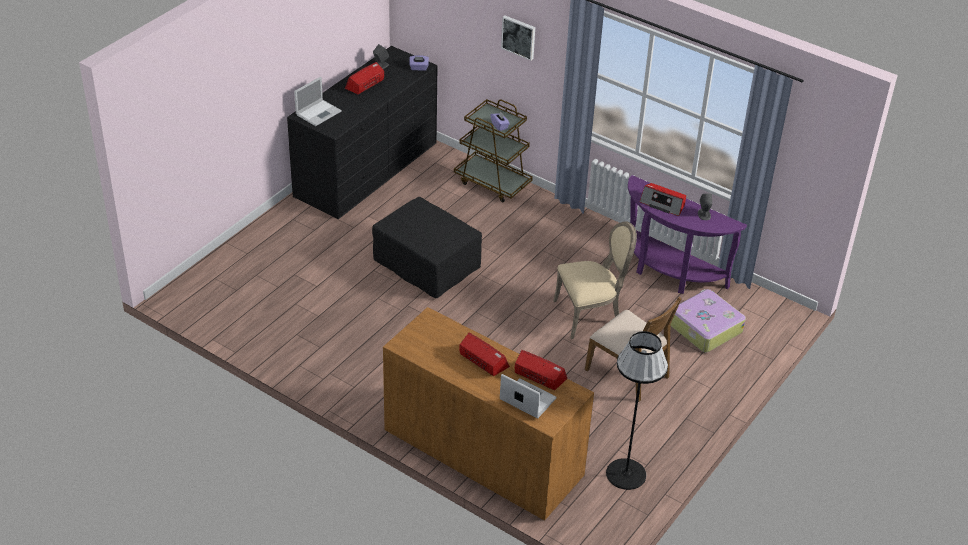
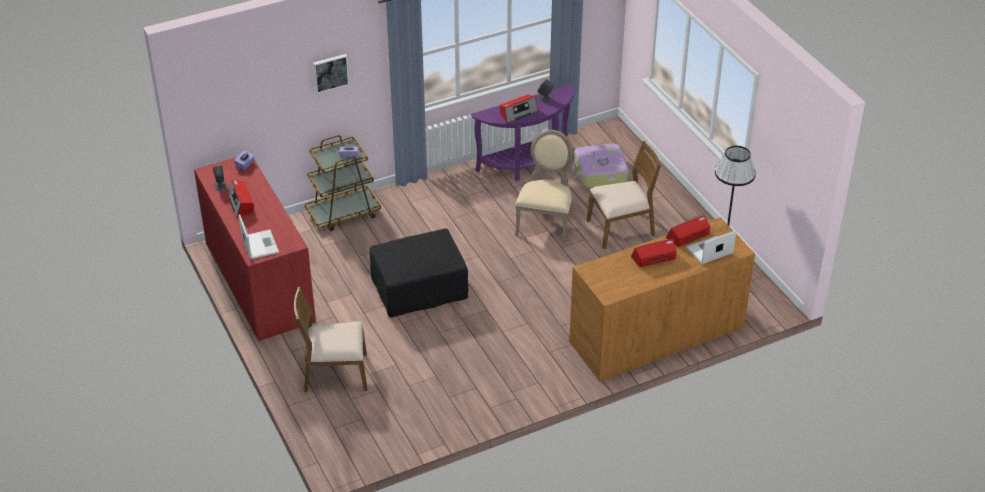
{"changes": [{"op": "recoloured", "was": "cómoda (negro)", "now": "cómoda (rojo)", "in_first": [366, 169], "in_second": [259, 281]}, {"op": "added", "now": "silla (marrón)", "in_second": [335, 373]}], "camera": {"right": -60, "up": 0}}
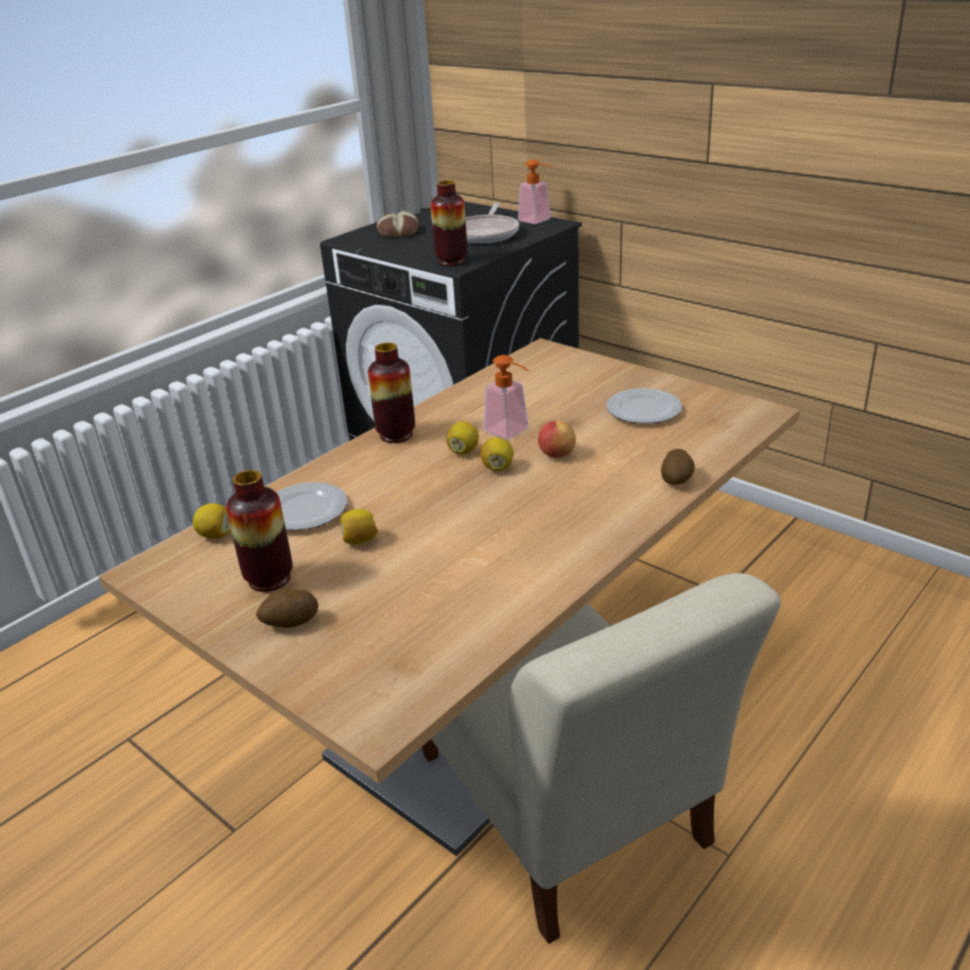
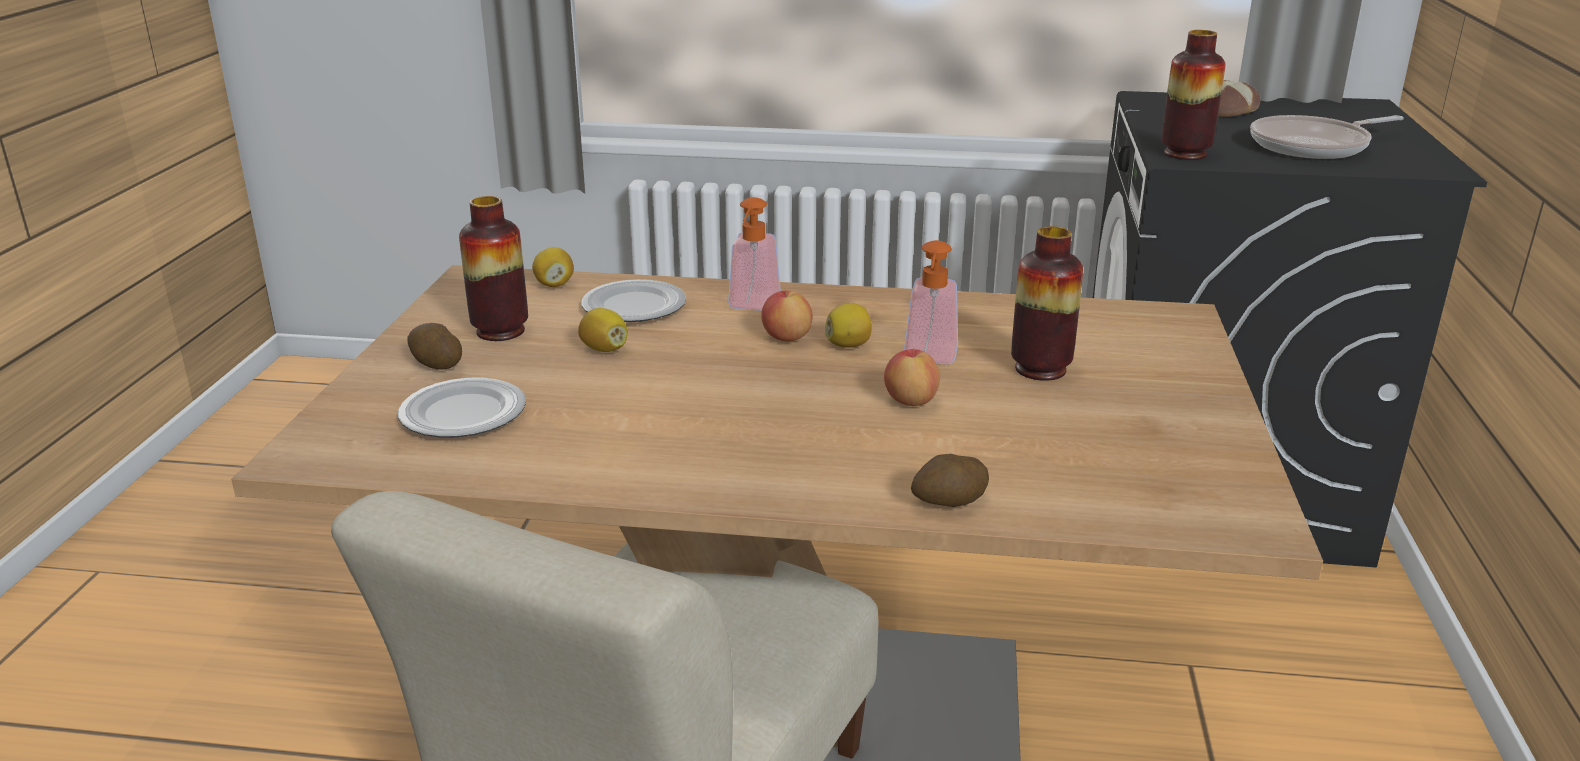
{"changes": [{"op": "moved", "was": "dispensador de jabón", "in_first": [538, 221], "in_second": [752, 307]}, {"op": "moved", "was": "florero", "in_first": [396, 435], "in_second": [1040, 369]}, {"op": "moved", "was": "plato", "in_first": [644, 410], "in_second": [465, 414]}, {"op": "removed", "was": "limón", "in_first": [497, 467]}, {"op": "added", "now": "manzana", "in_second": [786, 338]}], "camera": {"right": 55, "up": -5}}
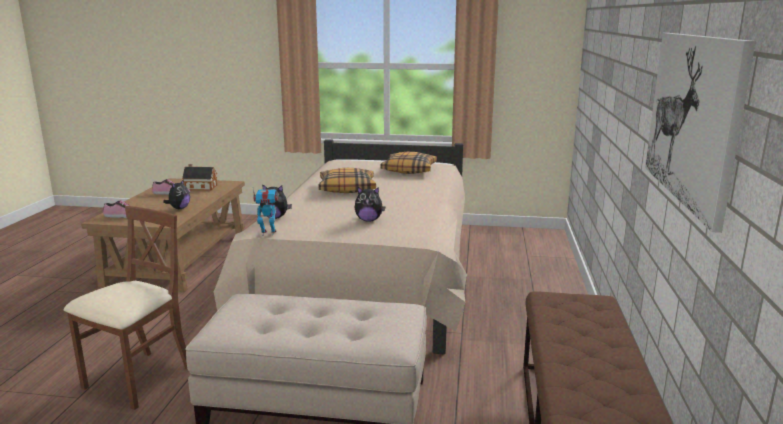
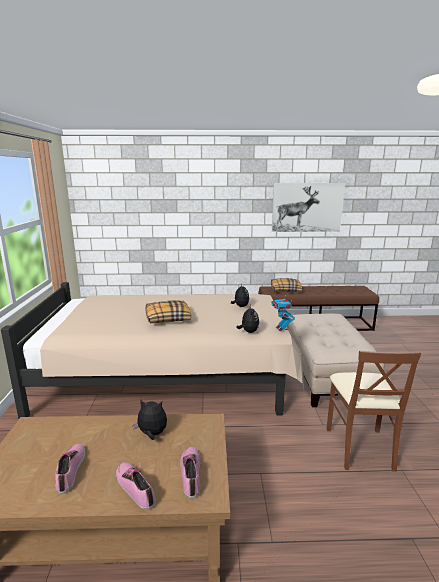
{"changes": [{"op": "moved", "was": "cojín", "in_first": [409, 170], "in_second": [285, 289]}, {"op": "removed", "was": "casita", "in_first": [200, 187]}, {"op": "turned", "was": "silla (marrón)", "in_first": [138, 379], "in_second": [360, 447], "clockwise": -105}, {"op": "added", "now": "zapato", "in_second": [135, 487]}], "camera": {"right": -100, "up": 0}}
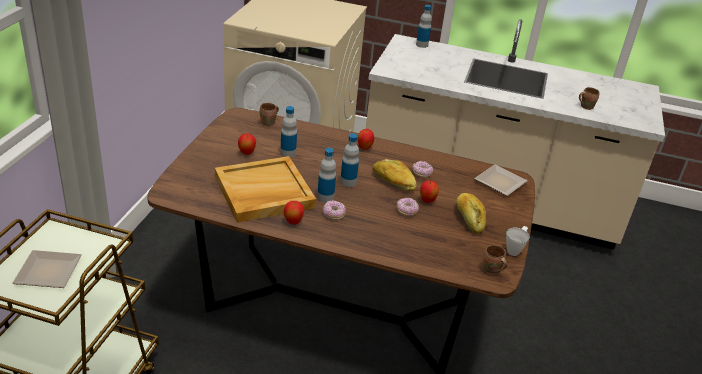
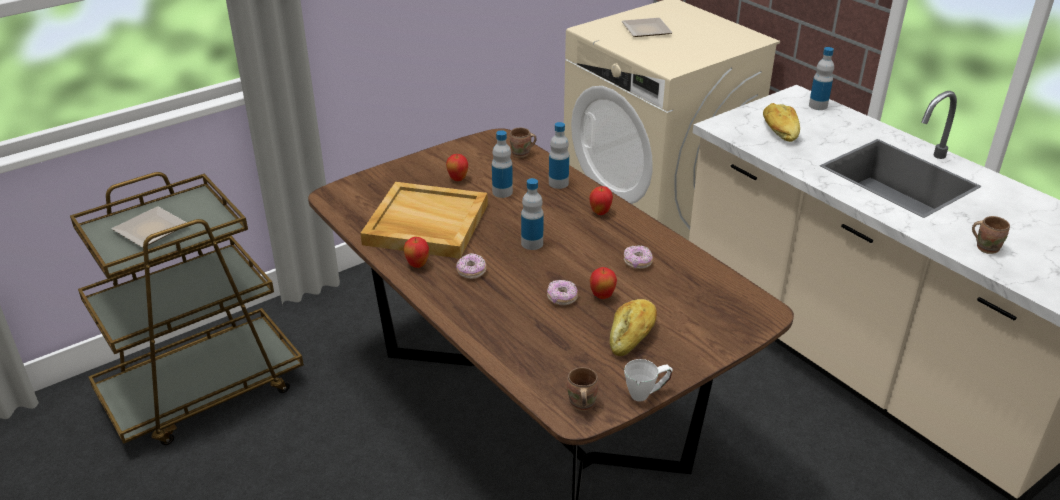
{"changes": [{"op": "moved", "was": "botella", "in_first": [325, 197], "in_second": [558, 183]}, {"op": "moved", "was": "pan", "in_first": [393, 182], "in_second": [779, 131]}, {"op": "moved", "was": "plato", "in_first": [502, 182], "in_second": [648, 31]}], "camera": {"right": 40, "up": 0}}
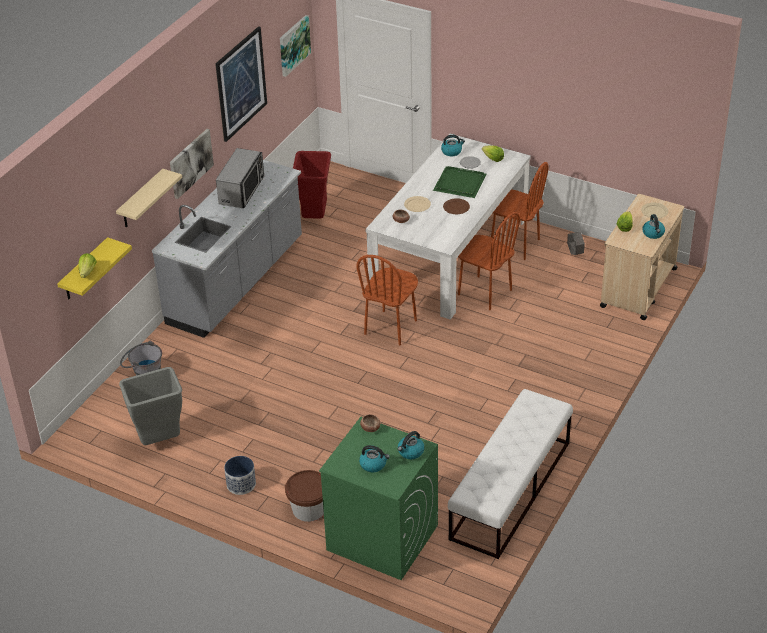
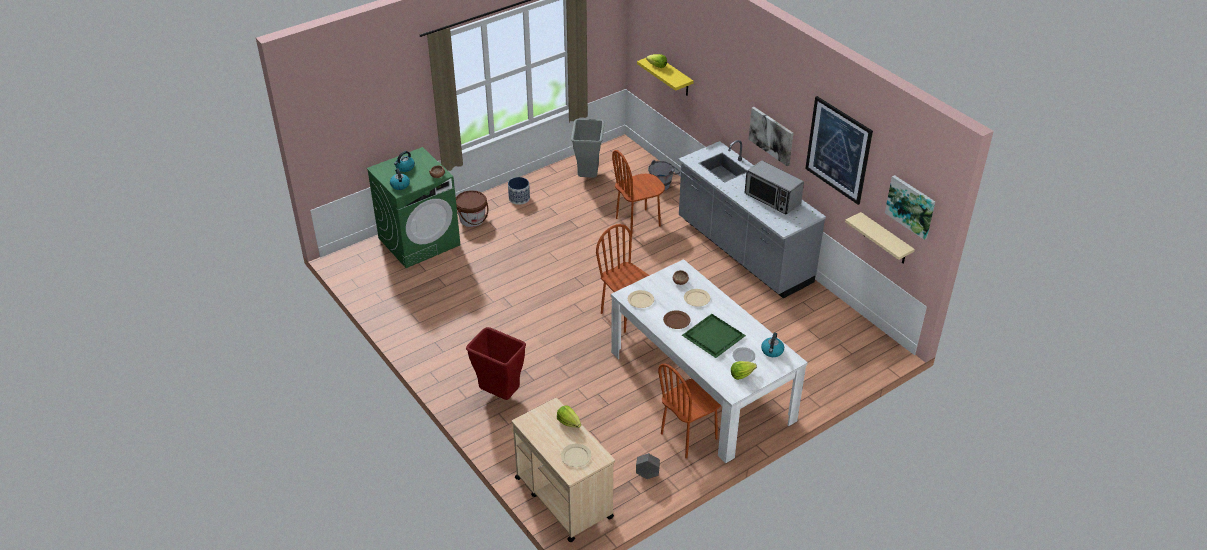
{"changes": [{"op": "moved", "was": "papelera (rojo)", "in_first": [314, 217], "in_second": [500, 395]}, {"op": "moved", "was": "estante (beis)", "in_first": [141, 200], "in_second": [885, 239]}, {"op": "moved", "was": "silla (marrón)", "in_first": [484, 292], "in_second": [638, 222]}, {"op": "removed", "was": "hervidor", "in_first": [653, 233]}, {"op": "removed", "was": "banco (blanco)", "in_first": [510, 490]}, {"op": "added", "now": "plato (beis)", "in_second": [641, 300]}], "camera": {"right": 115, "up": 0}}
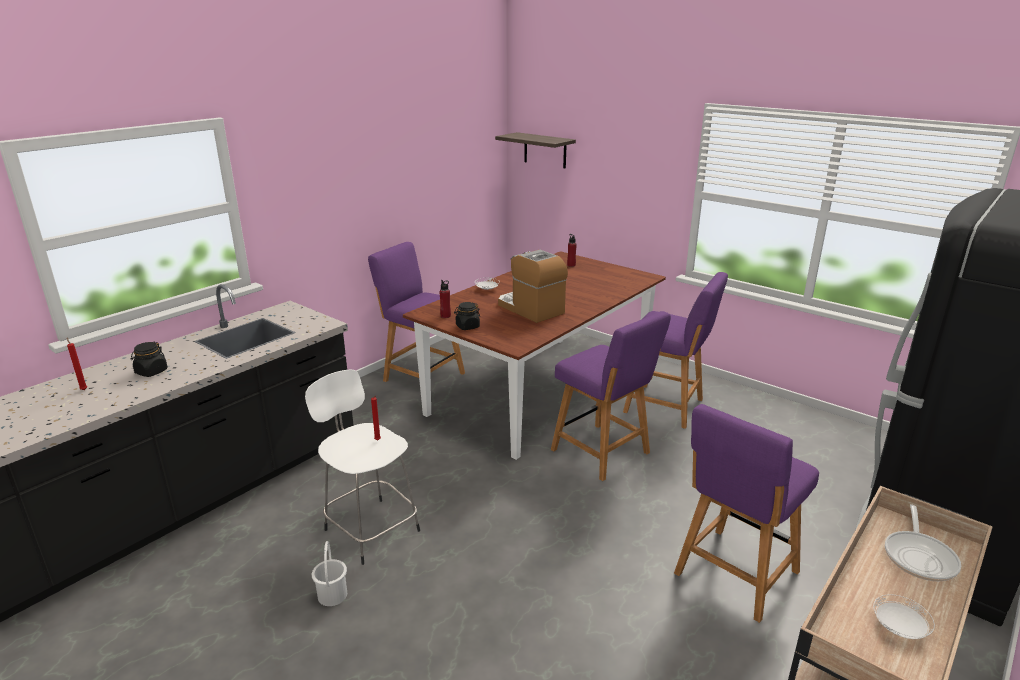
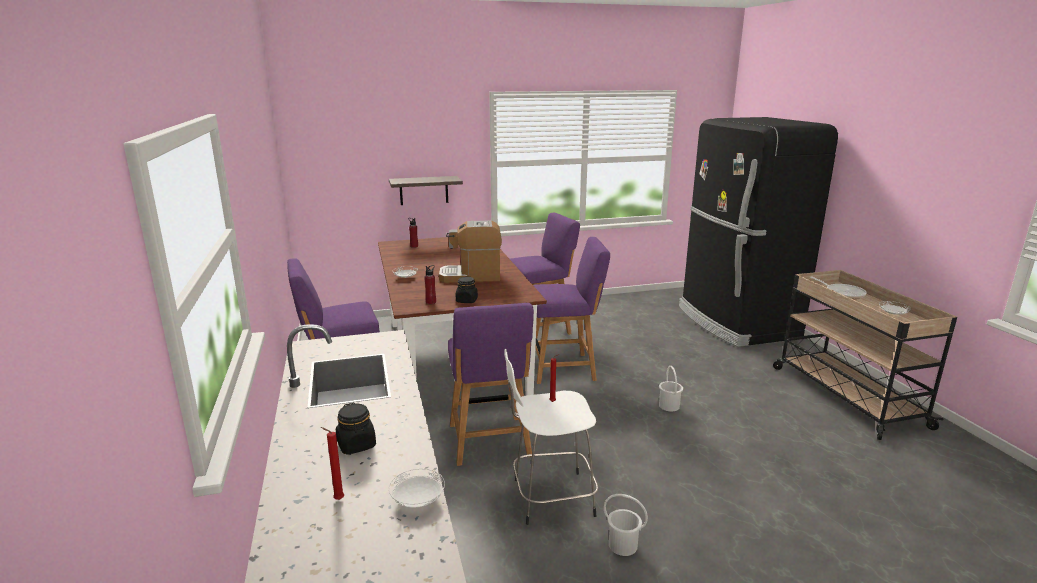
{"changes": [{"op": "moved", "was": "estante", "in_first": [545, 150], "in_second": [424, 190]}, {"op": "moved", "was": "silla (morado)", "in_first": [733, 576], "in_second": [490, 443]}, {"op": "added", "now": "cubo (blanco)", "in_second": [668, 406]}, {"op": "added", "now": "plato (blanco)", "in_second": [417, 500]}], "camera": {"right": -55, "up": -5}}
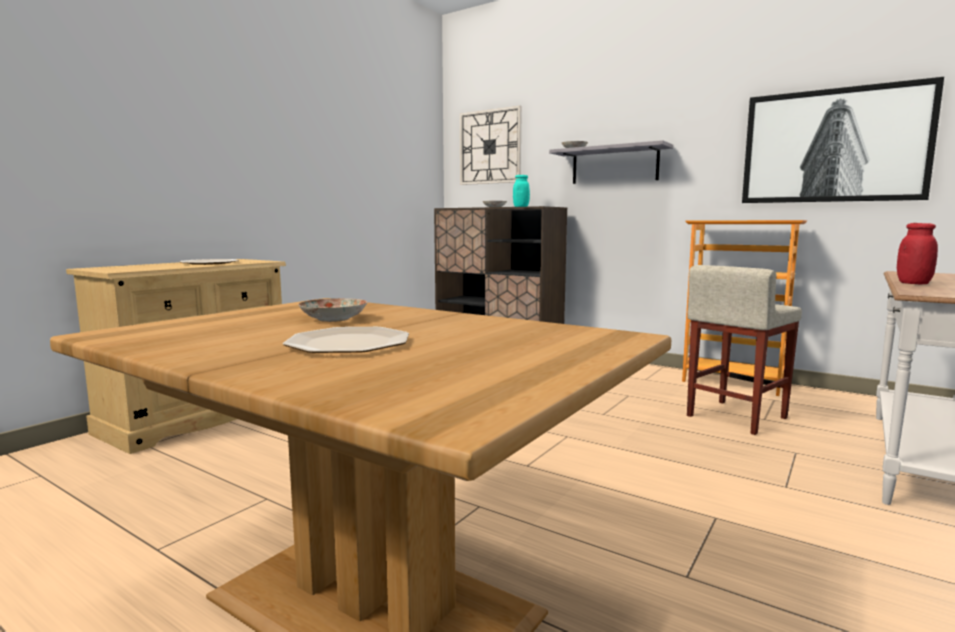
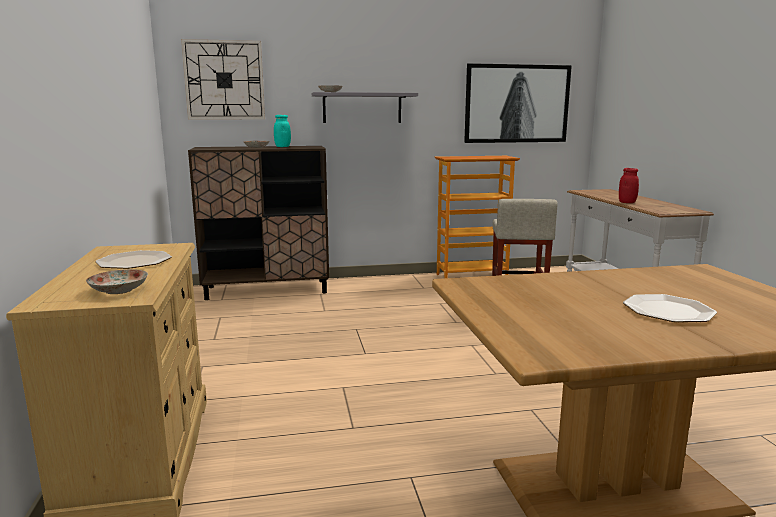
{"changes": [{"op": "moved", "was": "plato", "in_first": [334, 319], "in_second": [118, 290]}], "camera": {"right": -45, "up": 5}}
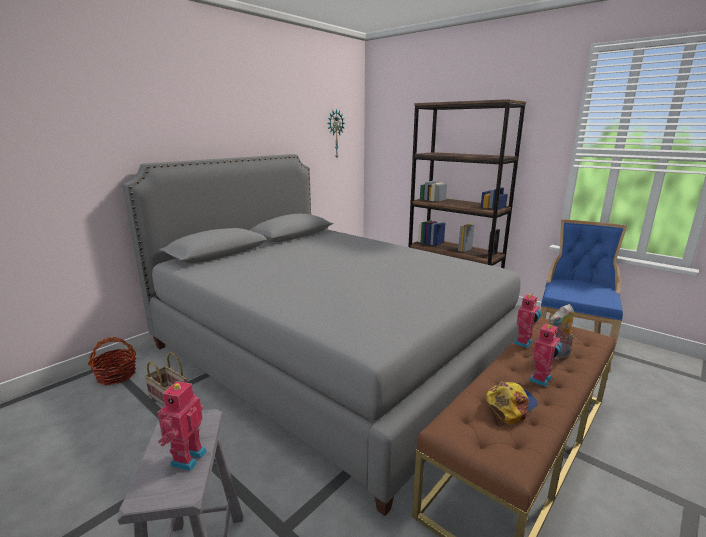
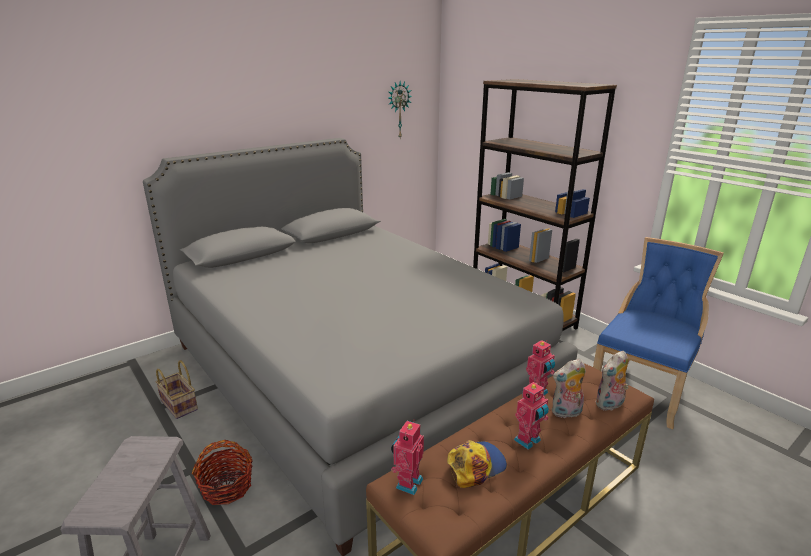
{"changes": [{"op": "moved", "was": "cesta", "in_first": [116, 375], "in_second": [227, 487]}, {"op": "moved", "was": "robot de juguete", "in_first": [186, 457], "in_second": [407, 483]}, {"op": "added", "now": "peluche", "in_second": [610, 405]}], "camera": {"right": 10, "up": 5}}
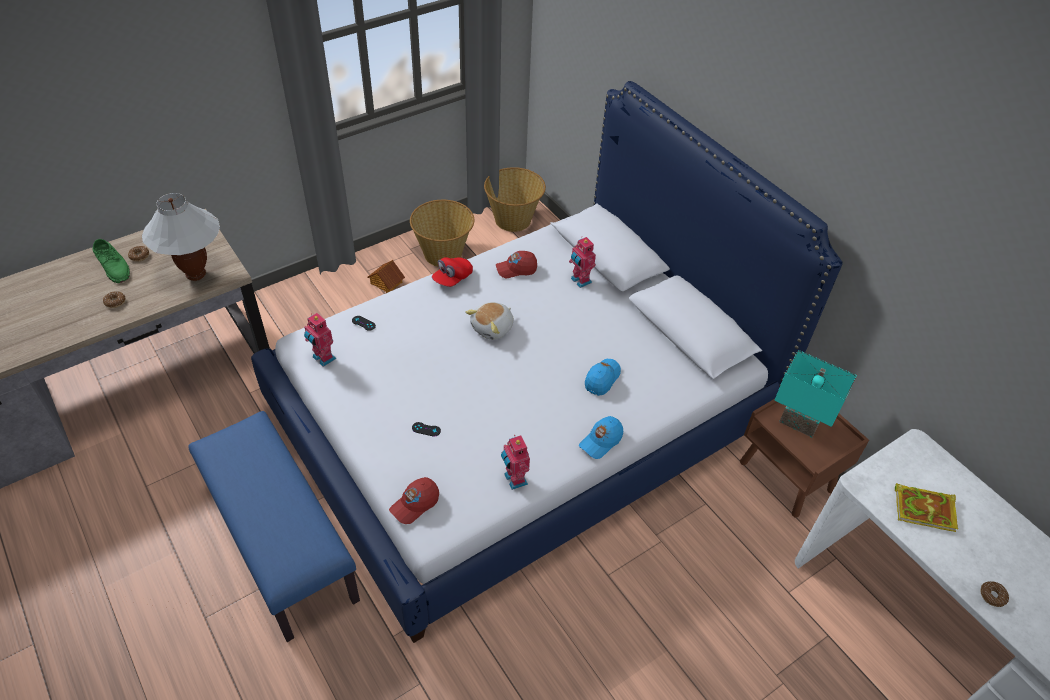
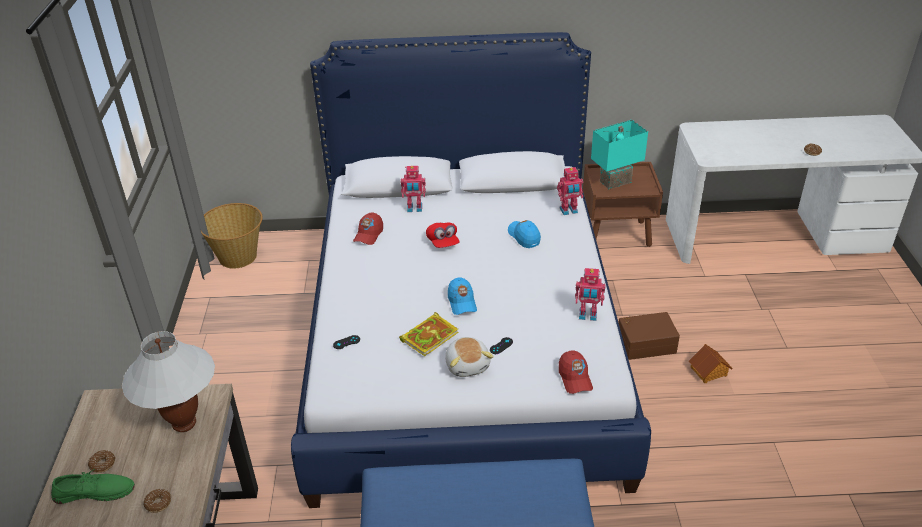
{"changes": [{"op": "removed", "was": "cesta", "in_first": [443, 254]}, {"op": "moved", "was": "gorra (rojo)", "in_first": [452, 278], "in_second": [442, 242]}, {"op": "moved", "was": "casita", "in_first": [386, 283], "in_second": [709, 371]}, {"op": "moved", "was": "peluche", "in_first": [493, 328], "in_second": [468, 365]}, {"op": "moved", "was": "robot de juguete", "in_first": [323, 358], "in_second": [569, 211]}, {"op": "moved", "was": "gorra (azul)", "in_first": [601, 441], "in_second": [462, 302]}, {"op": "moved", "was": "libro", "in_first": [926, 509], "in_second": [430, 336]}, {"op": "added", "now": "caja de almacenaje (marrón)", "in_second": [645, 343]}], "camera": {"right": -55, "up": -10}}
